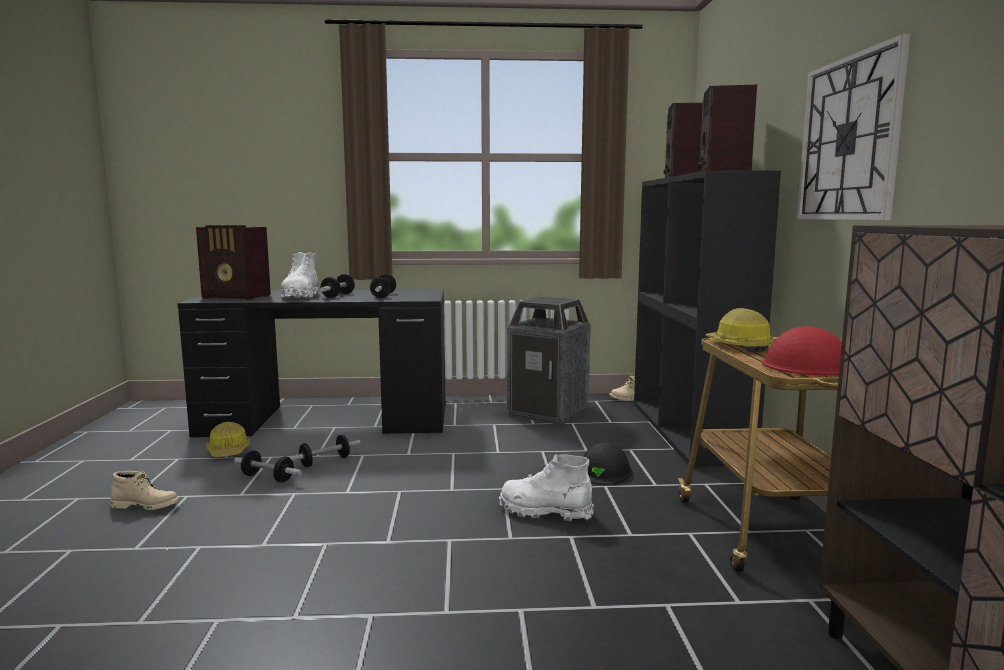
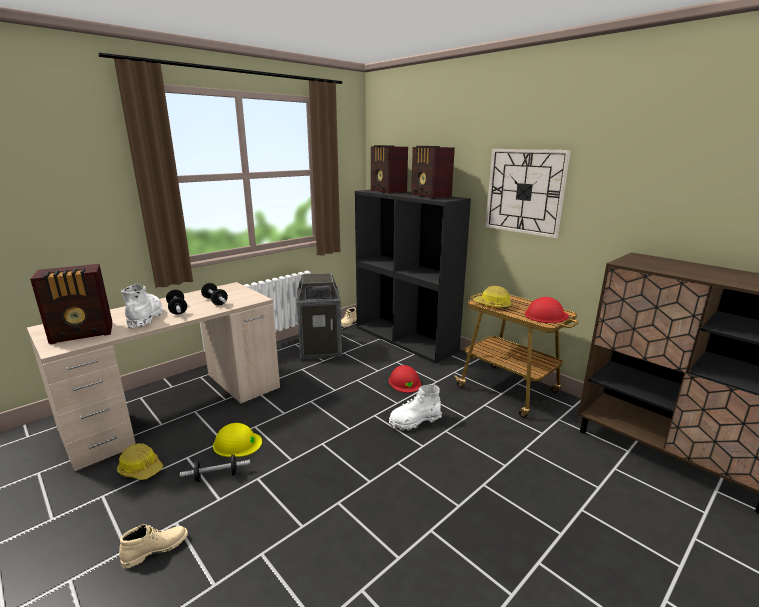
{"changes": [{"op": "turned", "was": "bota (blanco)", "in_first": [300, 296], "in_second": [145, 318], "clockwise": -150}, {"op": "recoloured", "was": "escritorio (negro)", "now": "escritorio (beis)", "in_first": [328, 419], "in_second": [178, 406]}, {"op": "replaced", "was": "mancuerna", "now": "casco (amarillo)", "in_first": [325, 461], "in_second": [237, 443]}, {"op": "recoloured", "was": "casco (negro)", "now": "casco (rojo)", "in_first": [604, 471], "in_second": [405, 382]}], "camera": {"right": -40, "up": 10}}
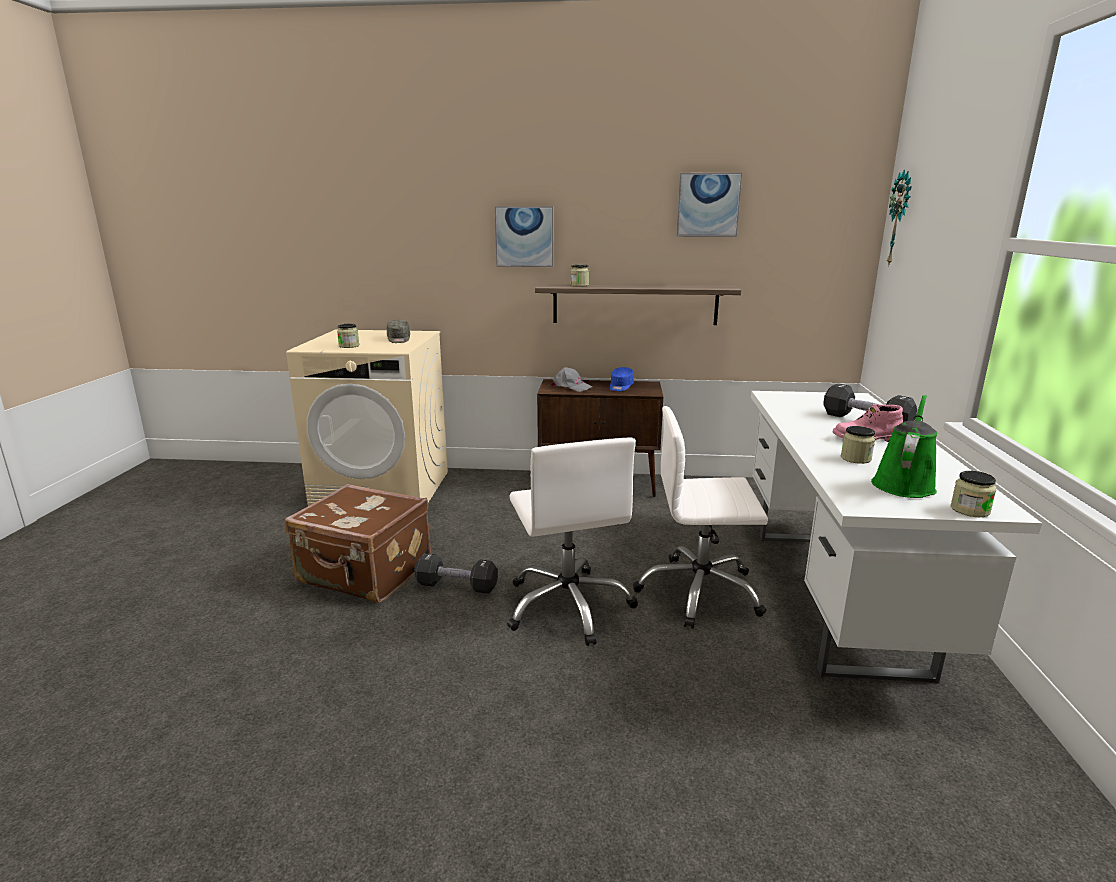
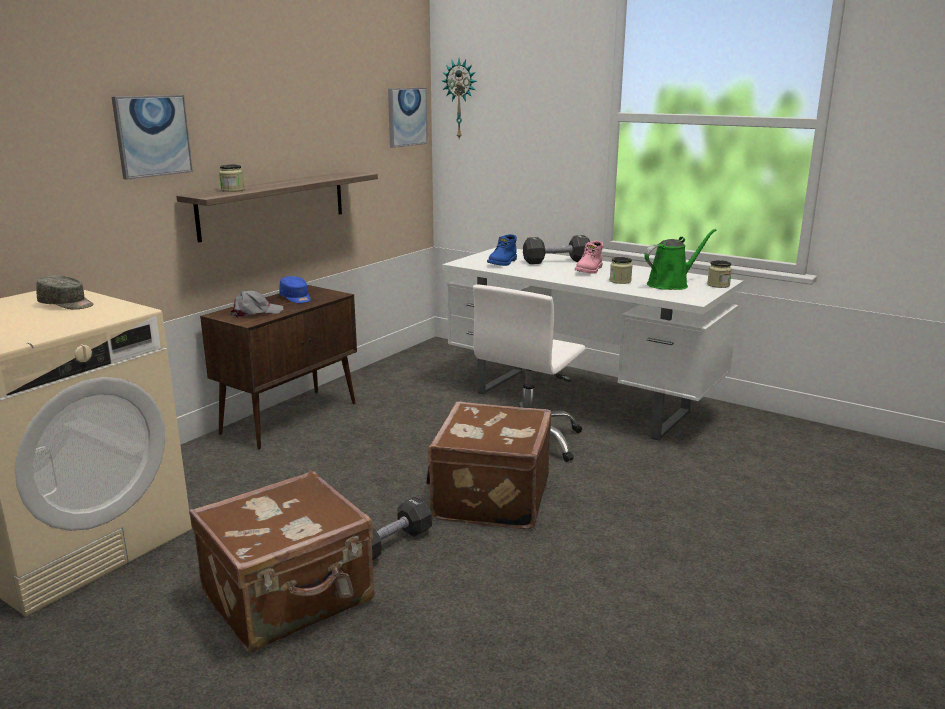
{"changes": [{"op": "moved", "was": "cuadro", "in_first": [708, 205], "in_second": [406, 117]}, {"op": "removed", "was": "tarro", "in_first": [349, 346]}, {"op": "turned", "was": "regadera (verde)", "in_first": [903, 484], "in_second": [671, 284], "clockwise": 90}, {"op": "replaced", "was": "silla de oficina (blanco)", "now": "maleta (marrón)", "in_first": [569, 606], "in_second": [489, 498]}, {"op": "added", "now": "bota (azul)", "in_second": [503, 263]}], "camera": {"right": -60, "up": 0}}
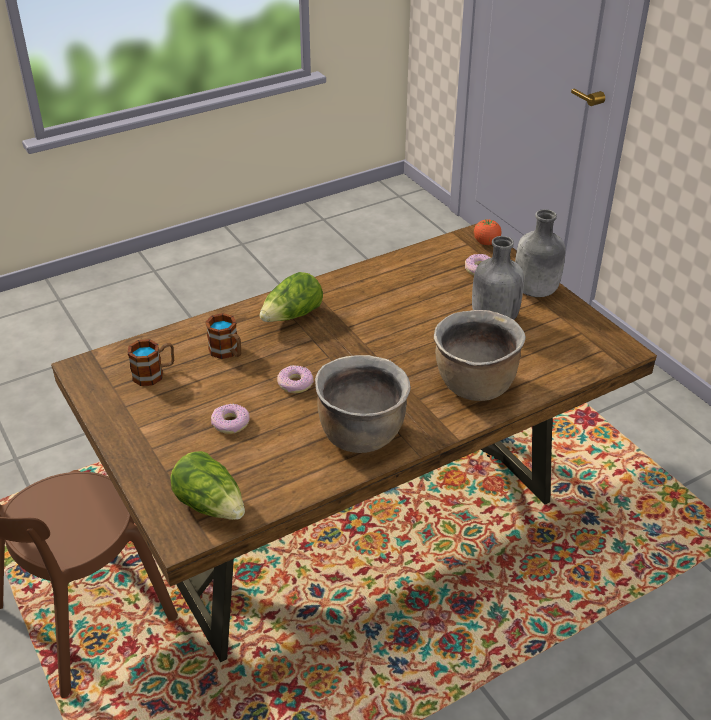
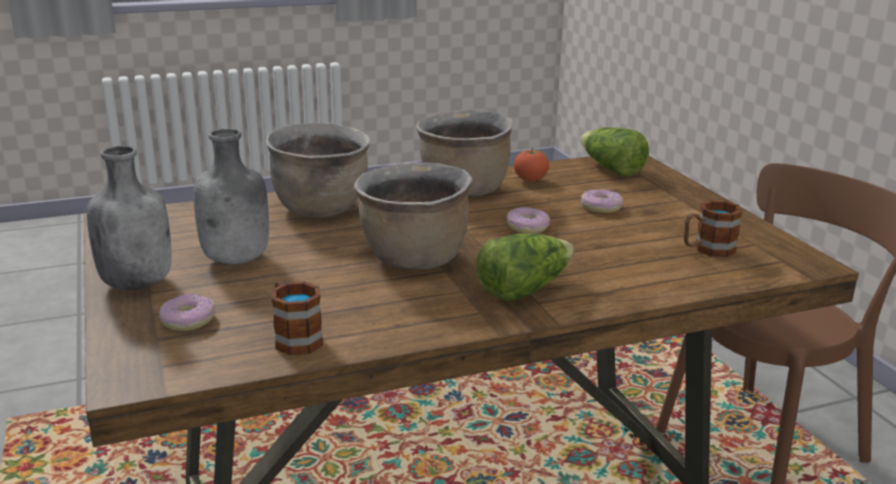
{"changes": [{"op": "moved", "was": "tomate", "in_first": [486, 243], "in_second": [530, 180]}, {"op": "moved", "was": "taza grande", "in_first": [227, 352], "in_second": [294, 337]}, {"op": "added", "now": "olla (marrón)", "in_second": [414, 259]}], "camera": {"right": -170, "up": -15}}
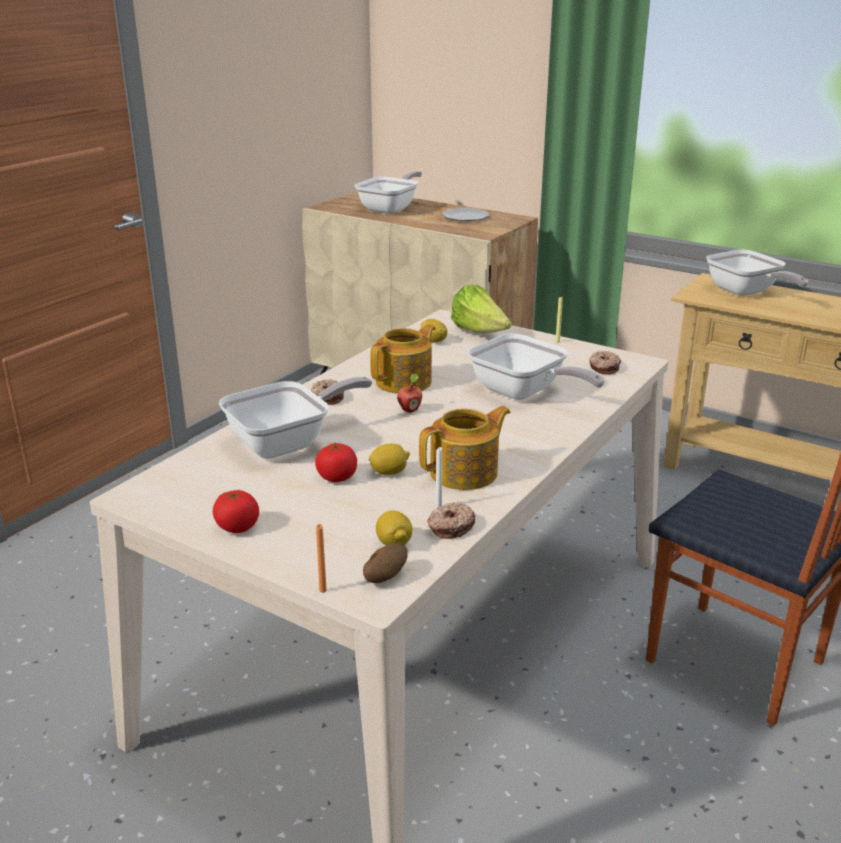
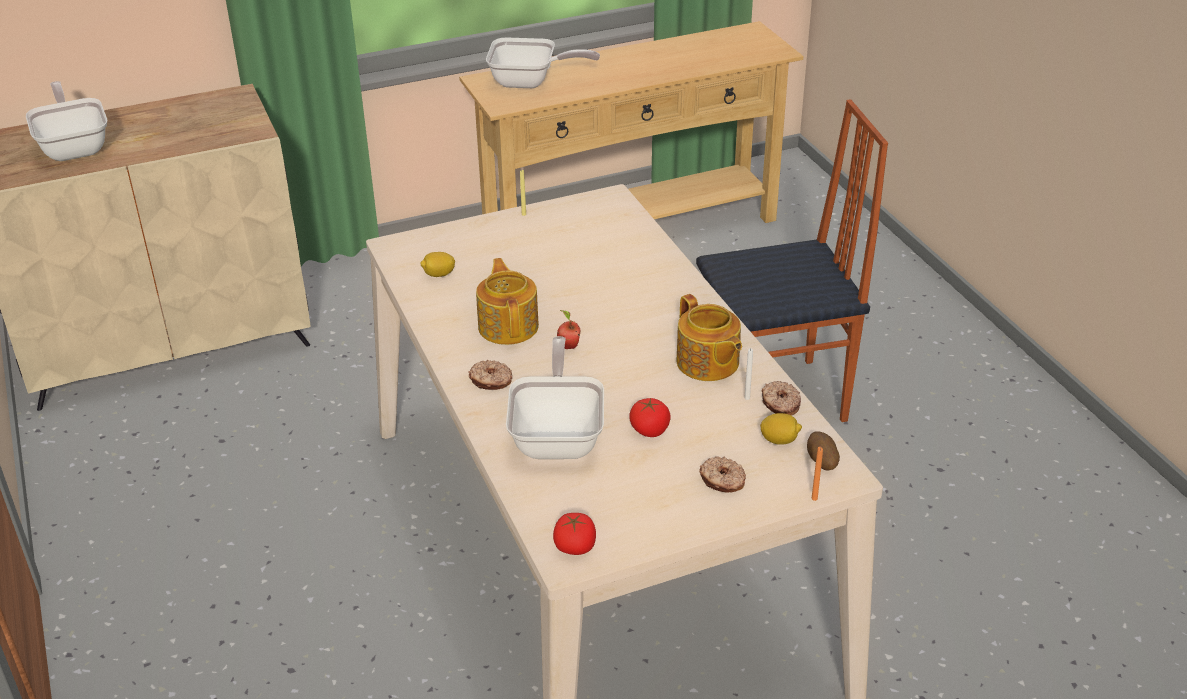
{"changes": [{"op": "removed", "was": "plato", "in_first": [466, 217]}, {"op": "removed", "was": "lechuga", "in_first": [480, 332]}, {"op": "removed", "was": "sartén", "in_first": [524, 393]}, {"op": "moved", "was": "rosquilla", "in_first": [603, 368], "in_second": [722, 481]}, {"op": "turned", "was": "tetera", "in_first": [465, 473], "in_second": [707, 363], "clockwise": 150}, {"op": "removed", "was": "limón", "in_first": [389, 472]}, {"op": "moved", "was": "tomate", "in_first": [237, 527], "in_second": [575, 547]}], "camera": {"right": -55, "up": 10}}
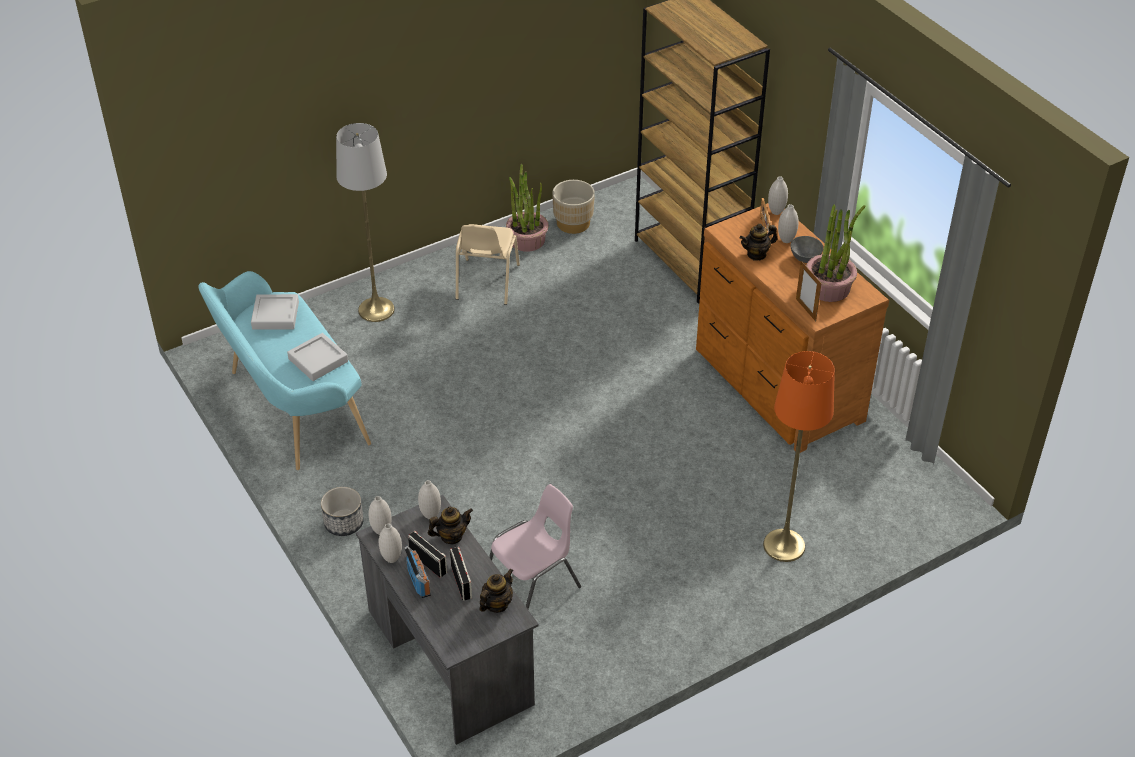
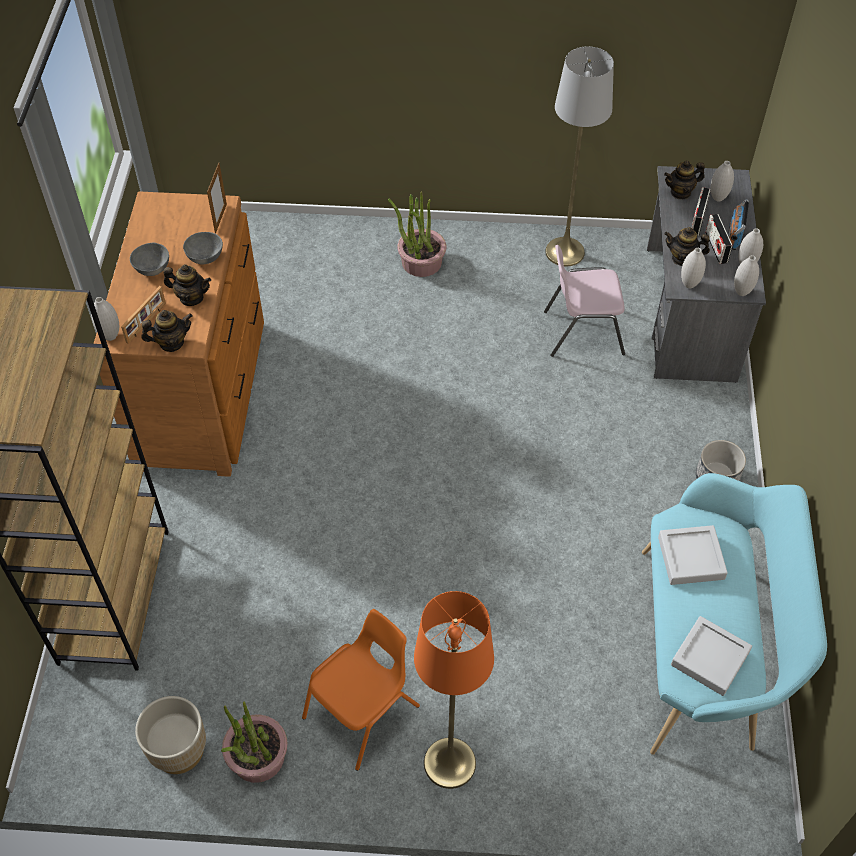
{"changes": [{"op": "moved", "was": "lámpara de pie (gris)", "in_first": [376, 310], "in_second": [565, 252]}, {"op": "moved", "was": "florero (blanco)", "in_first": [786, 240], "in_second": [718, 198]}, {"op": "moved", "was": "planta en maceta", "in_first": [829, 287], "in_second": [421, 262]}, {"op": "recoloured", "was": "silla (beis)", "now": "silla (naranja)", "in_first": [486, 282], "in_second": [363, 712]}, {"op": "moved", "was": "lámpara de pie (naranja)", "in_first": [784, 545], "in_second": [450, 763]}, {"op": "added", "now": "cuenco (gris)", "in_second": [204, 258]}, {"op": "added", "now": "tetera", "in_second": [171, 343]}], "camera": {"right": -145, "up": 10}}
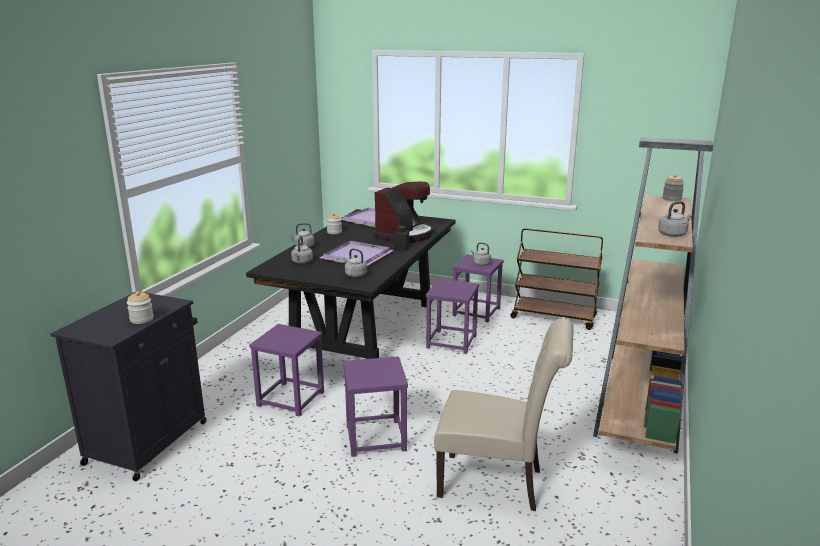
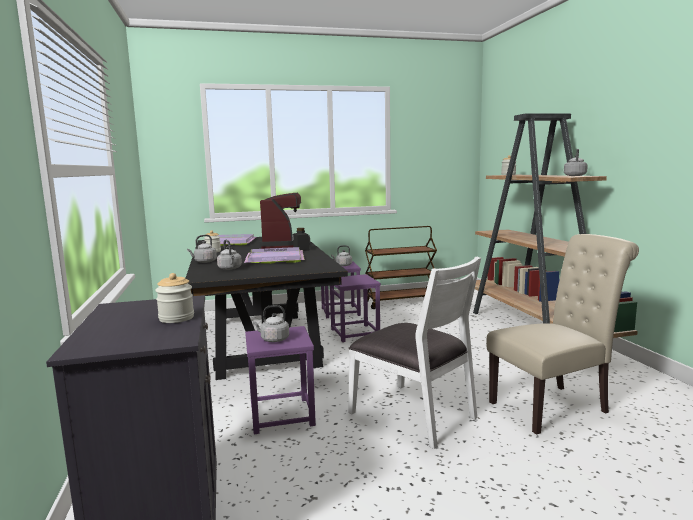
{"changes": [{"op": "moved", "was": "hervidor (gris)", "in_first": [355, 275], "in_second": [273, 339]}, {"op": "replaced", "was": "taburete (morado)", "now": "silla (blanco)", "in_first": [375, 438], "in_second": [414, 414]}], "camera": {"right": -35, "up": -10}}
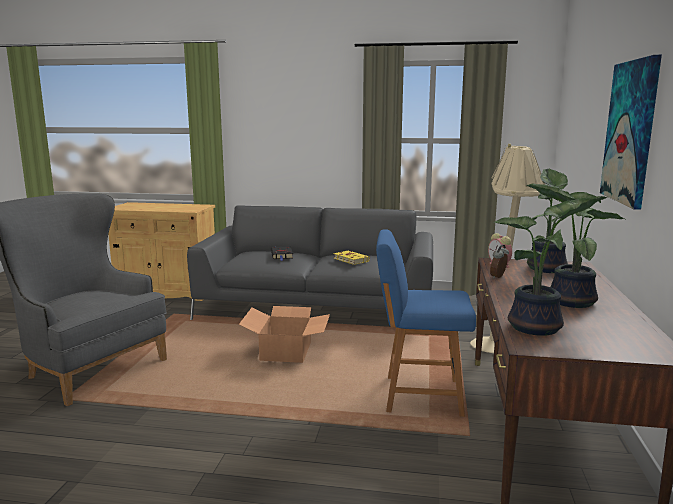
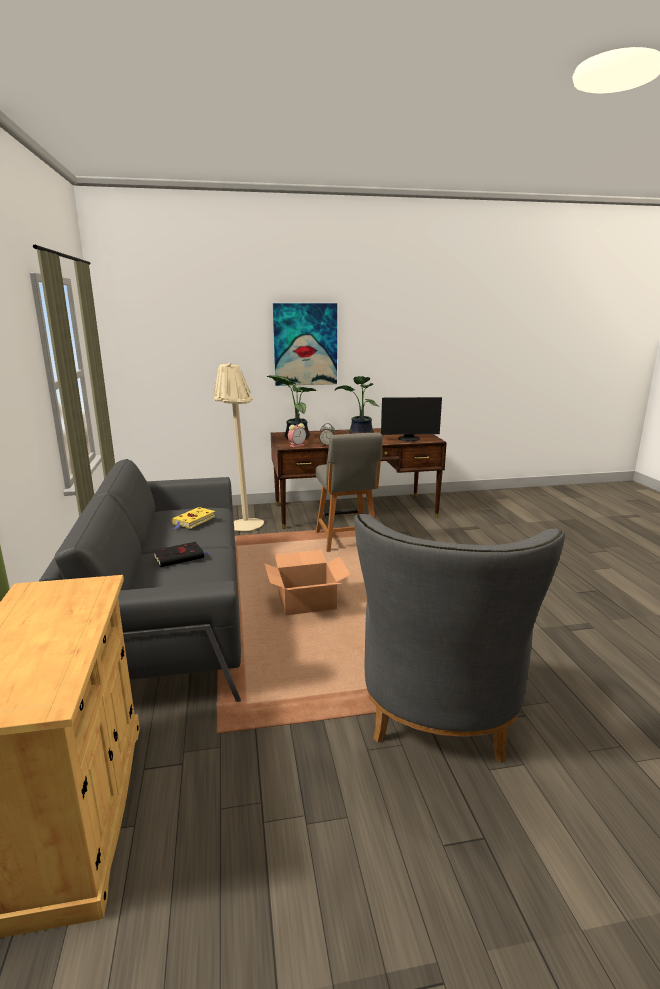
{"changes": [{"op": "replaced", "was": "planta en maceta", "now": "monitor", "in_first": [538, 328], "in_second": [409, 439]}, {"op": "recoloured", "was": "silla (azul)", "now": "silla (gris)", "in_first": [419, 396], "in_second": [346, 540]}], "camera": {"right": -110, "up": 5}}
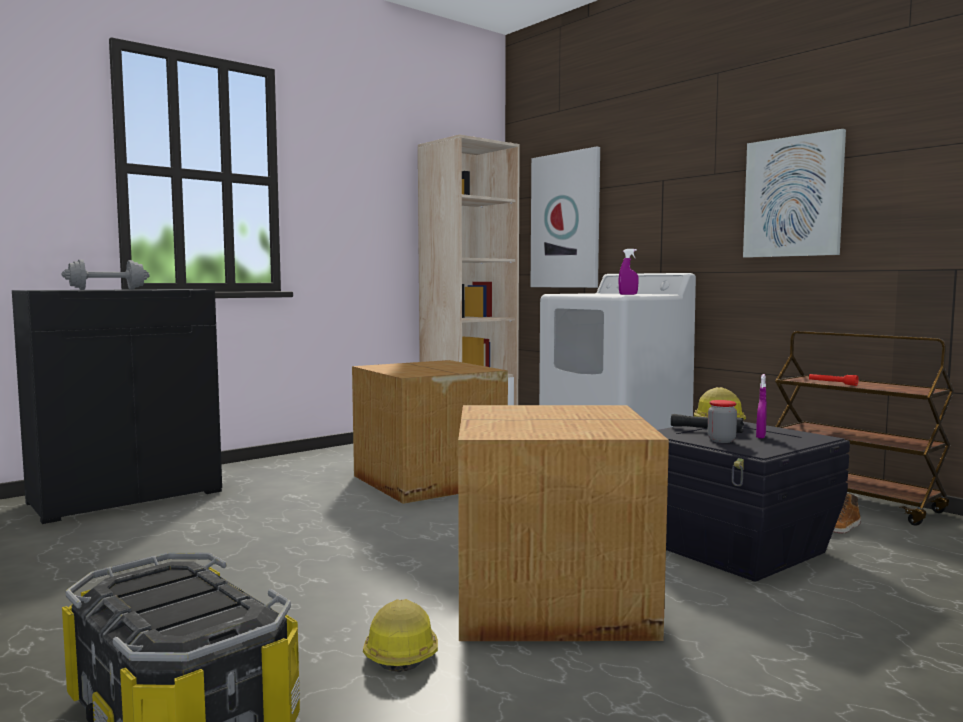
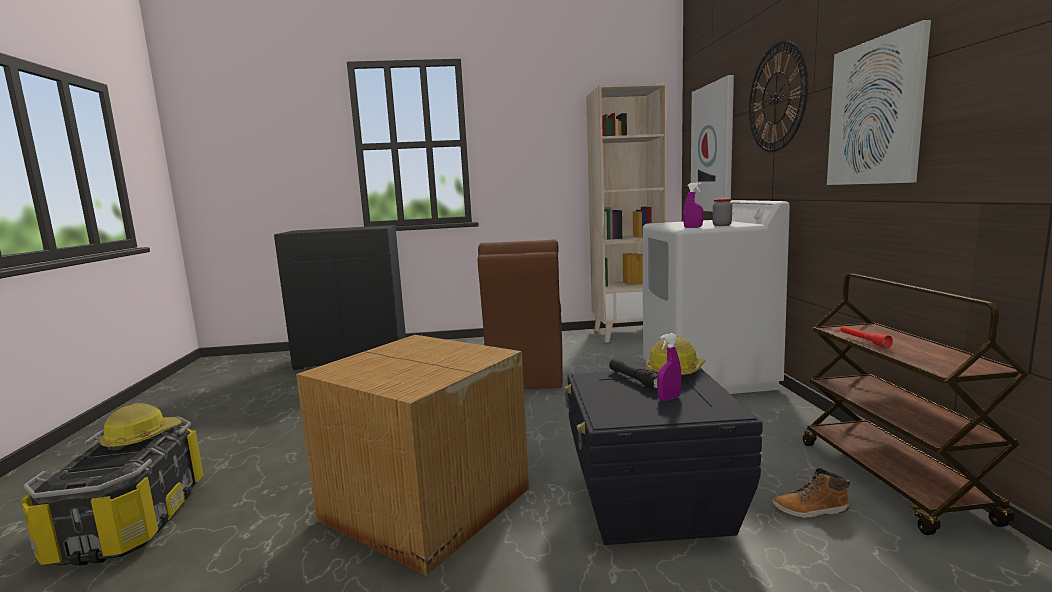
{"changes": [{"op": "removed", "was": "mancuerna (gris)", "in_first": [107, 289]}, {"op": "replaced", "was": "caja de cartón", "now": "silla (marrón)", "in_first": [428, 481], "in_second": [526, 374]}, {"op": "moved", "was": "tarro", "in_first": [721, 440], "in_second": [722, 225]}, {"op": "moved", "was": "casco", "in_first": [401, 651], "in_second": [141, 438]}, {"op": "added", "now": "reloj de pared", "in_second": [776, 98]}], "camera": {"right": 35, "up": 5}}
